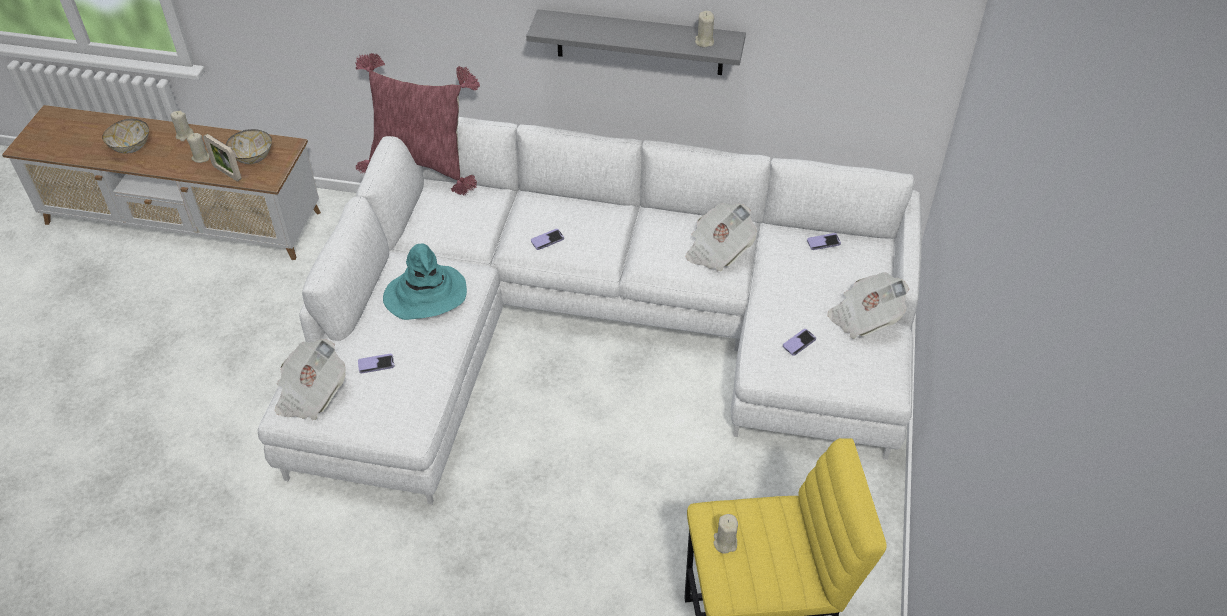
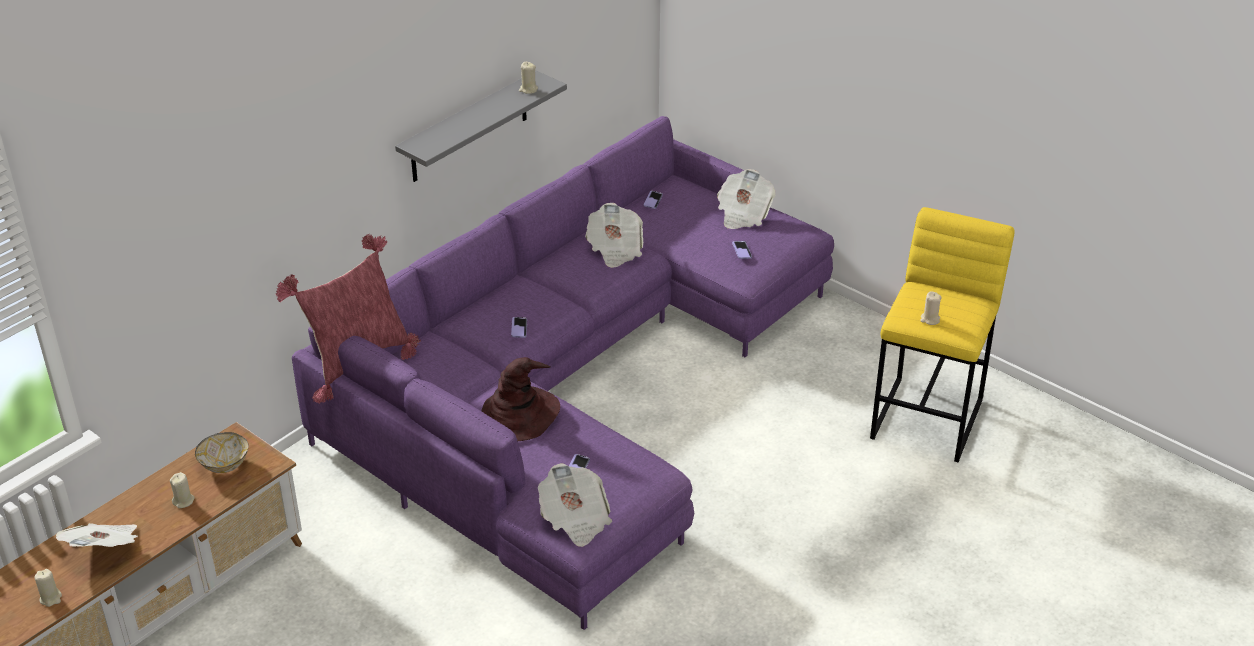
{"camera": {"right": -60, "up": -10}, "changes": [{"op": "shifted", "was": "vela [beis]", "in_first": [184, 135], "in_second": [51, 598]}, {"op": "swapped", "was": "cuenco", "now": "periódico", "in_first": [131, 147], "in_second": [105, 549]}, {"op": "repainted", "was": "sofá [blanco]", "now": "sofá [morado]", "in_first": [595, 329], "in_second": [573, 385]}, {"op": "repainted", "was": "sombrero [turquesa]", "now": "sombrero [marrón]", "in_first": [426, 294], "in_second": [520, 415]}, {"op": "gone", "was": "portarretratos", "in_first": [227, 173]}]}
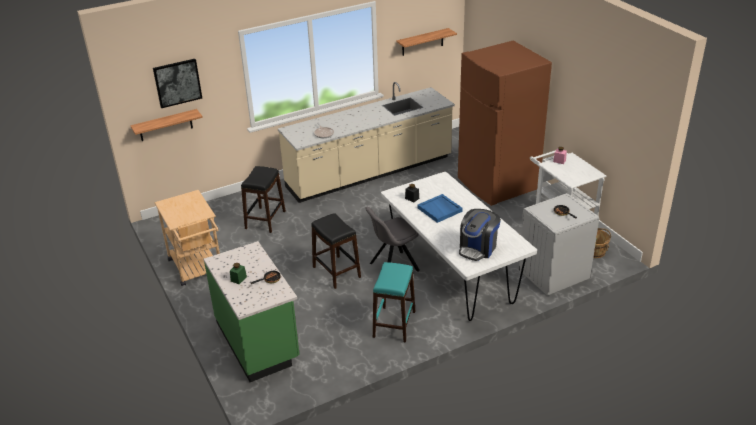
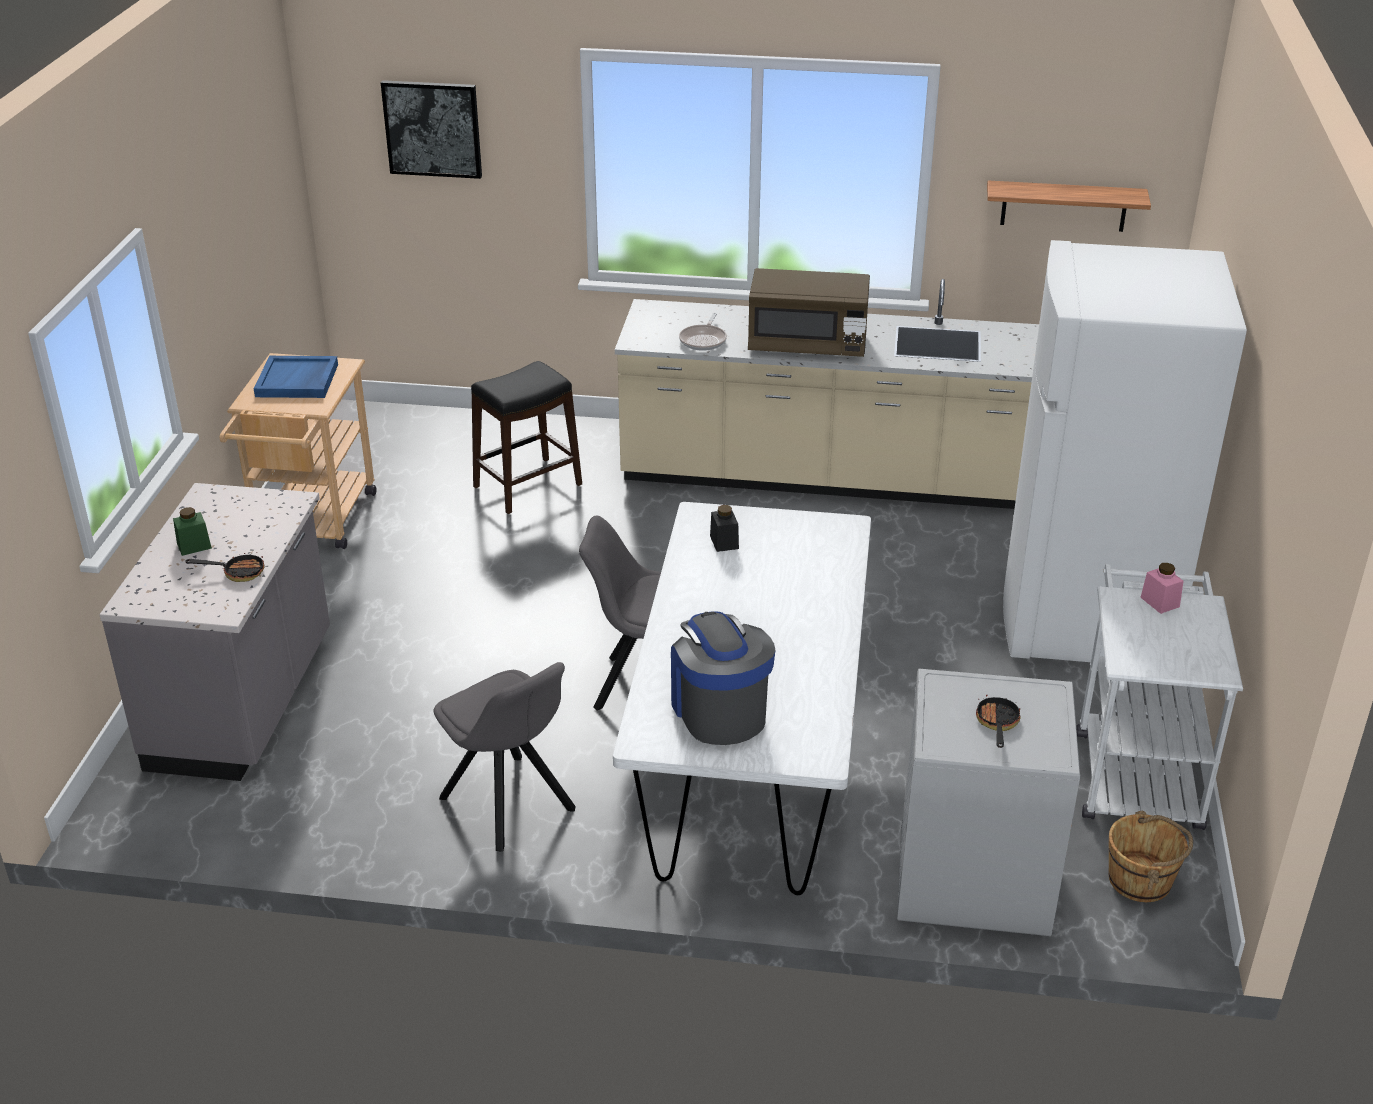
{"camera": {"right": 35, "up": 0}, "changes": [{"op": "repainted", "was": "mueble bajo de cocina [verde]", "now": "mueble bajo de cocina [gris]", "in_first": [258, 341], "in_second": [245, 704]}, {"op": "shifted", "was": "bandeja [azul]", "in_first": [440, 210], "in_second": [297, 381]}, {"op": "swapped", "was": "taburete [turquesa]", "now": "silla [gris]", "in_first": [394, 324], "in_second": [509, 803]}, {"op": "rotated", "was": "cafetera", "in_first": [478, 248], "in_second": [719, 710], "clockwise": 90}, {"op": "new", "now": "microondas [marrón]", "in_second": [807, 345]}, {"op": "repainted", "was": "nevera [marrón]", "now": "nevera [blanco]", "in_first": [497, 183], "in_second": [1084, 615]}, {"op": "gone", "was": "estante", "in_first": [165, 125]}, {"op": "gone", "was": "taburete [negro]", "in_first": [336, 272]}]}
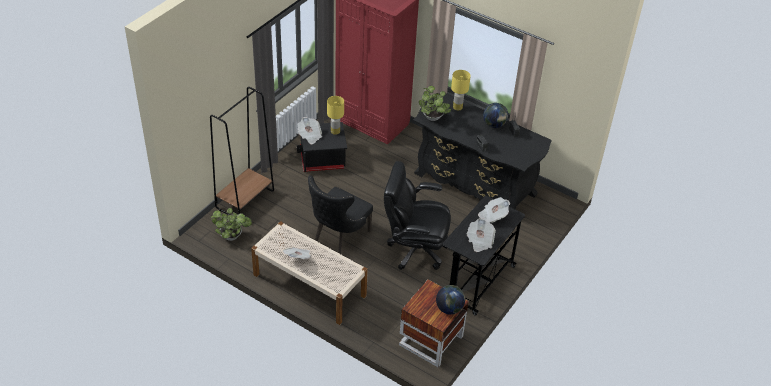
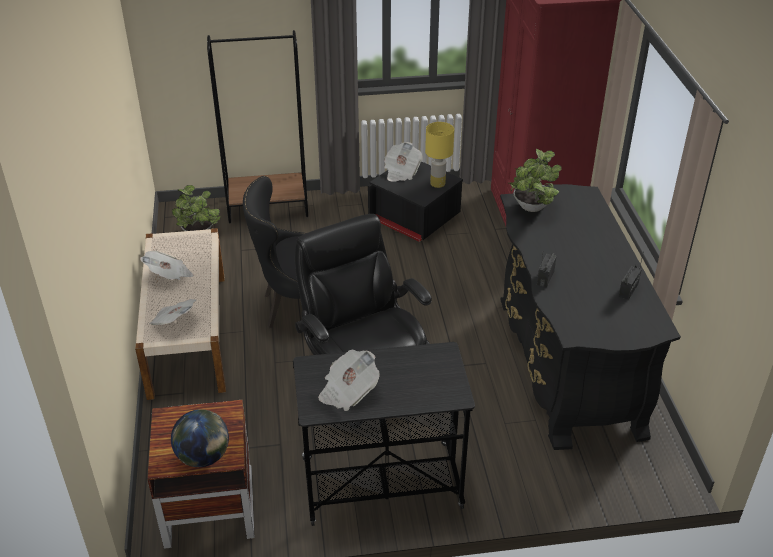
{"camera": {"right": 50, "up": -5}, "changes": [{"op": "shifted", "was": "periódico", "in_first": [493, 216], "in_second": [174, 322]}, {"op": "gone", "was": "lámpara de mesa [amarillo]", "in_first": [457, 107]}, {"op": "gone", "was": "globo terráqueo", "in_first": [494, 125]}]}
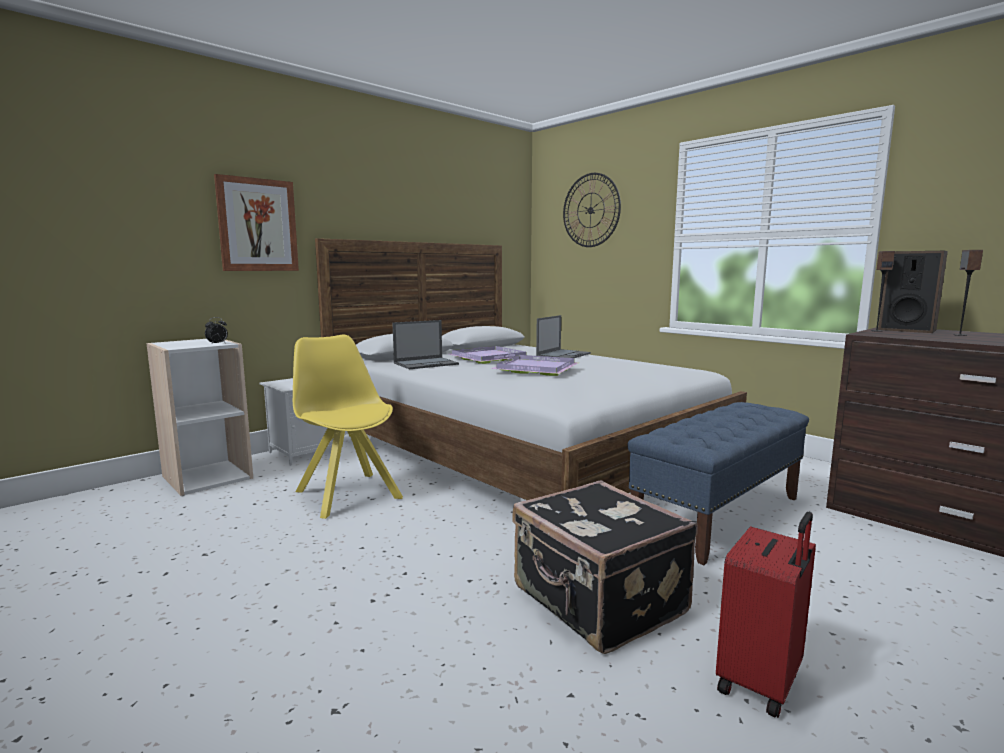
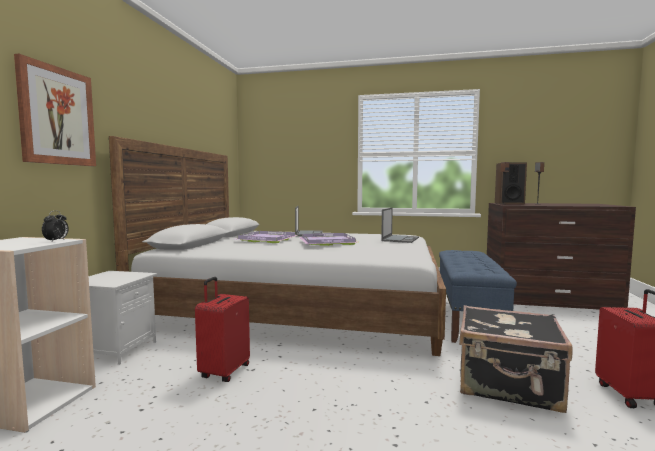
{"camera": {"right": -35, "up": -5}, "changes": [{"op": "swapped", "was": "silla [amarillo]", "now": "maleta [rojo]", "in_first": [348, 493], "in_second": [224, 372]}, {"op": "shifted", "was": "portátil", "in_first": [426, 364], "in_second": [400, 239]}, {"op": "gone", "was": "reloj de pared", "in_first": [590, 210]}]}
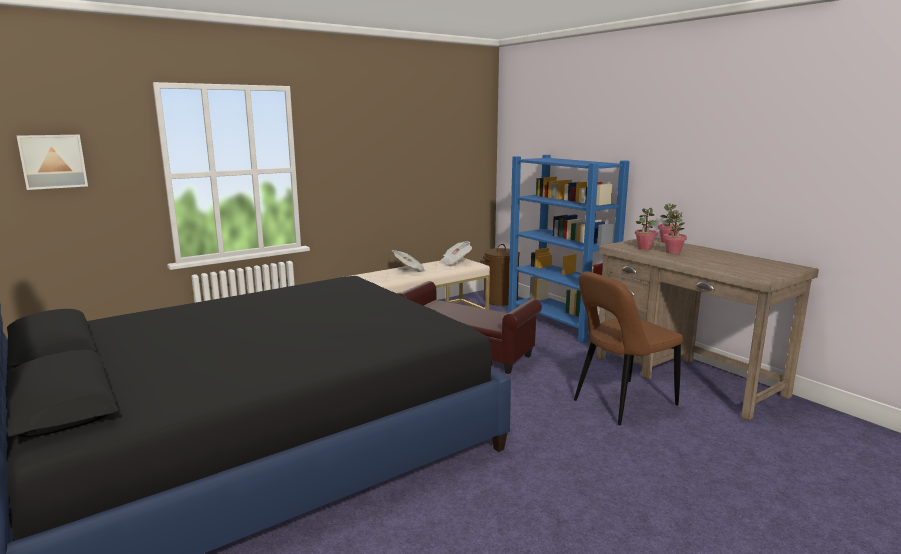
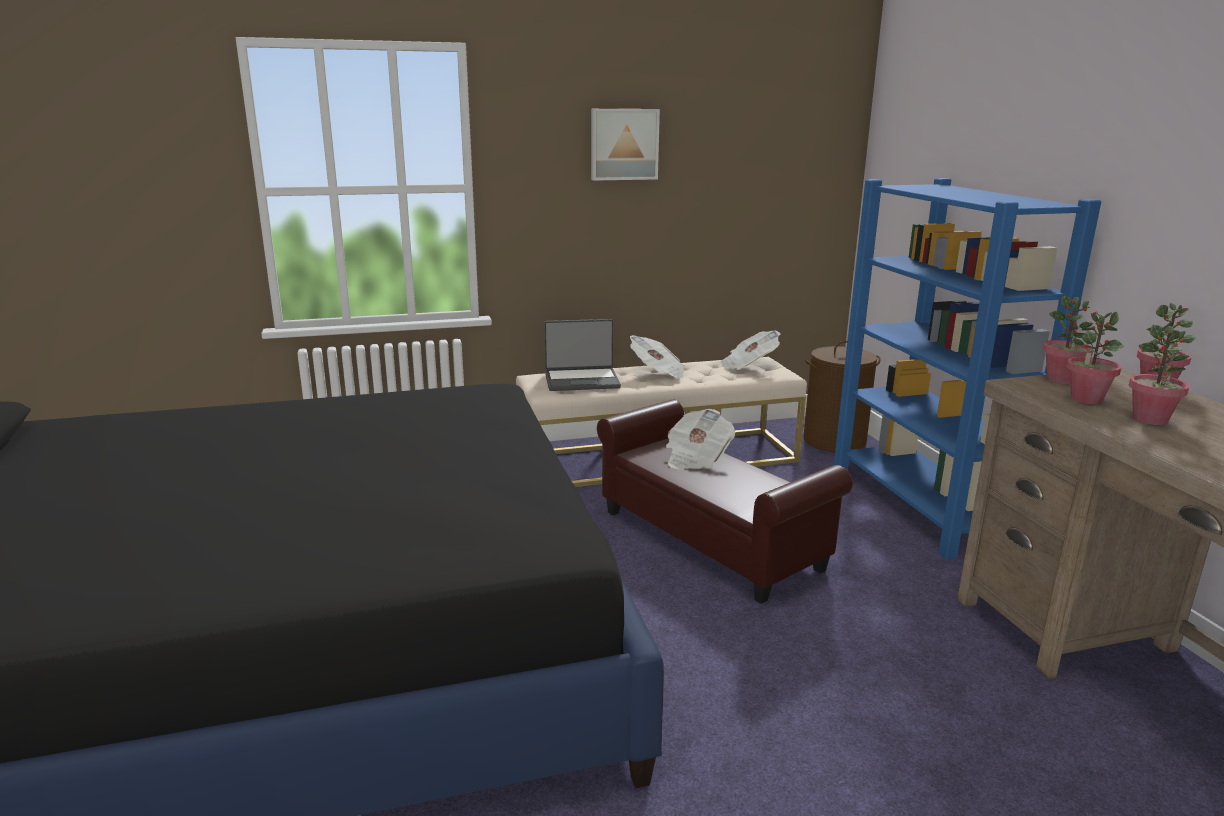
{"camera": {"right": 20, "up": 5}, "changes": [{"op": "new", "now": "portátil", "in_second": [582, 380]}, {"op": "shifted", "was": "cuadro", "in_first": [53, 161], "in_second": [624, 144]}, {"op": "new", "now": "periódico", "in_second": [696, 458]}, {"op": "new", "now": "planta en maceta", "in_second": [1061, 380]}, {"op": "gone", "was": "silla [marrón]", "in_first": [621, 404]}]}
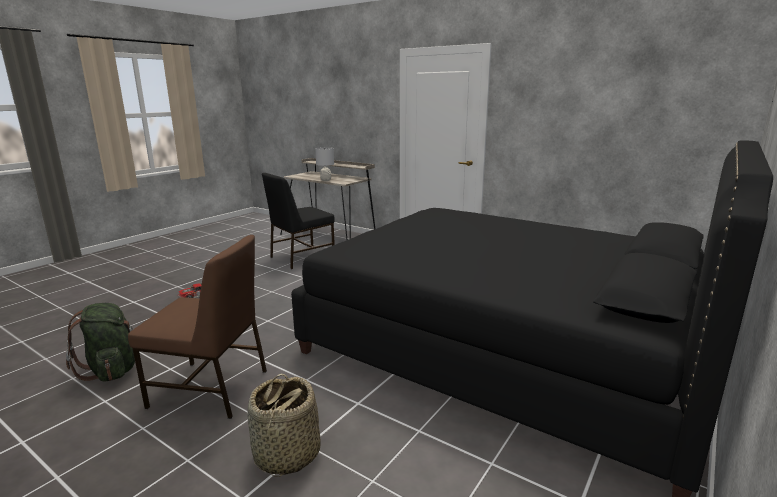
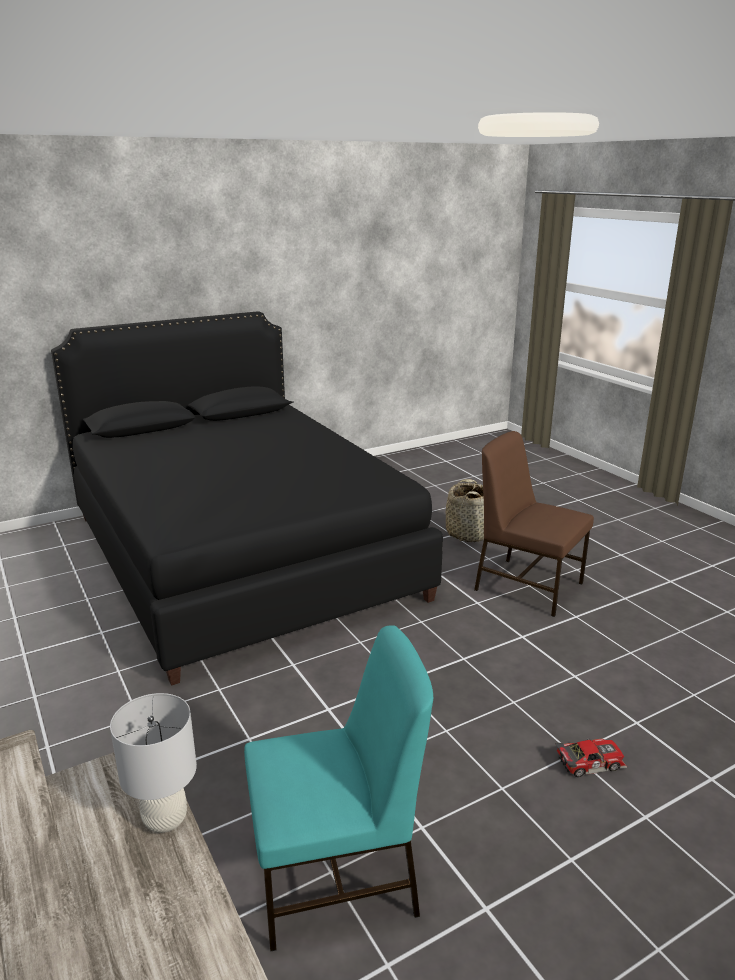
{"camera": {"right": -155, "up": 5}, "changes": [{"op": "repainted", "was": "silla [negro]", "now": "silla [turquesa]", "in_first": [301, 257], "in_second": [337, 876]}, {"op": "gone", "was": "mochila [verde]", "in_first": [113, 370]}]}
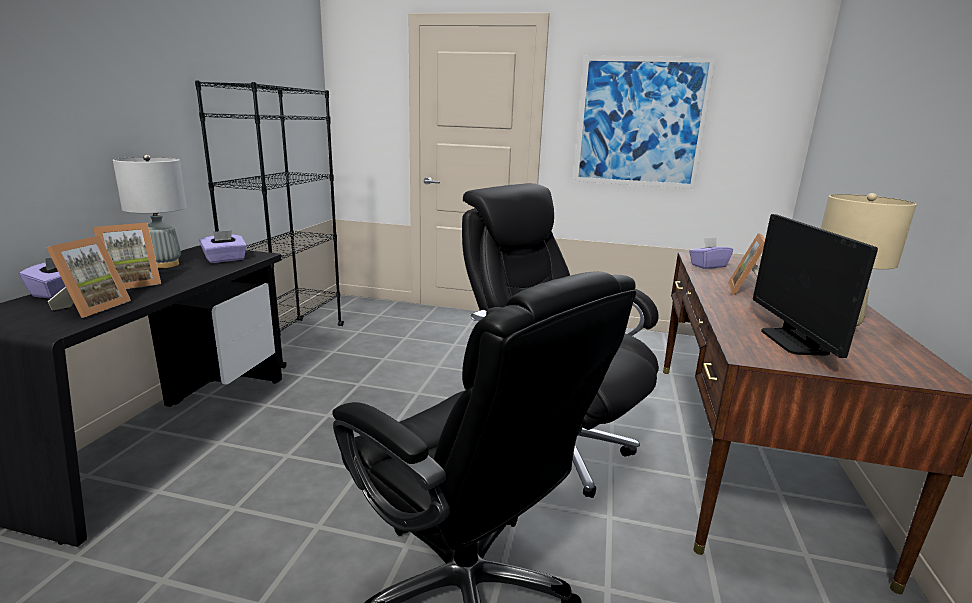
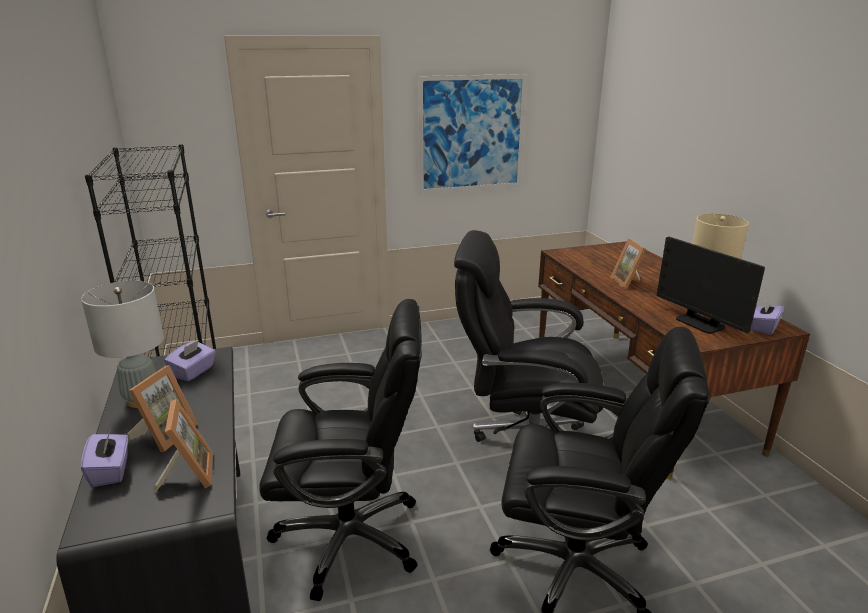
{"camera": {"right": -30, "up": 5}, "changes": [{"op": "new", "now": "silla de oficina [negro]", "in_second": [349, 537]}, {"op": "shifted", "was": "caja de pañuelos [morado]", "in_first": [708, 266], "in_second": [763, 328]}]}
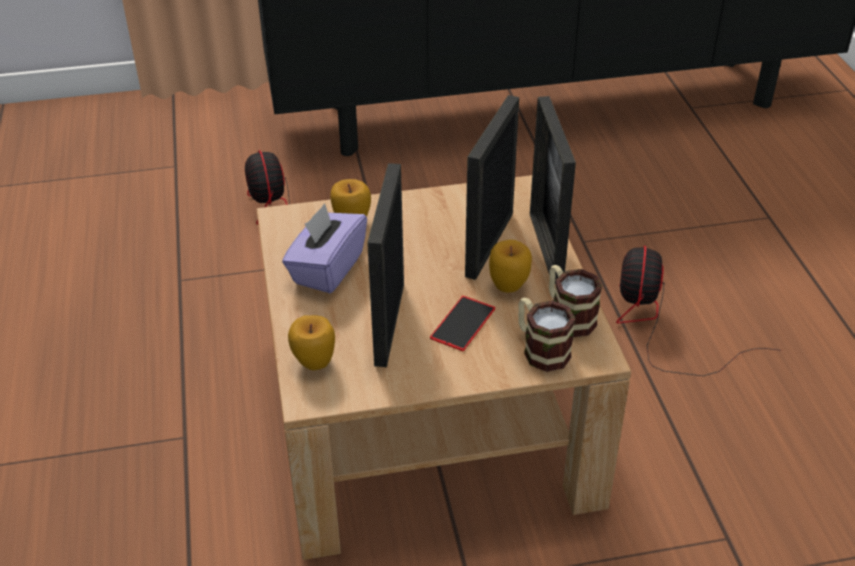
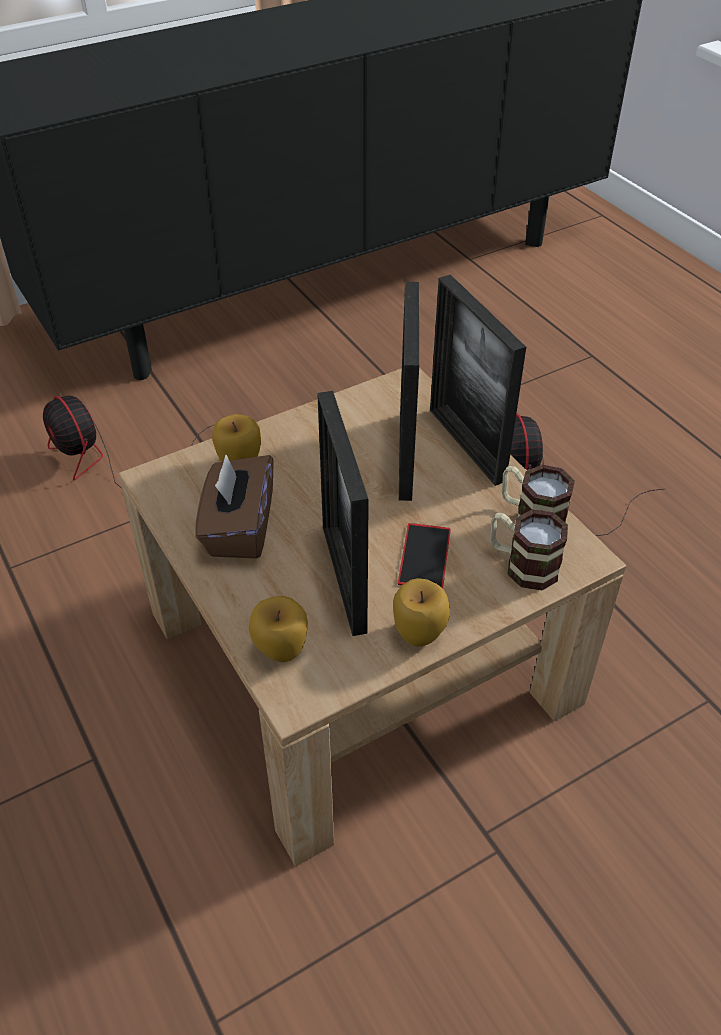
{"camera": {"right": -20, "up": 5}, "changes": [{"op": "repainted", "was": "caja de pañuelos [morado]", "now": "caja de pañuelos [marrón]", "in_first": [327, 269], "in_second": [239, 528]}, {"op": "shifted", "was": "manzana", "in_first": [509, 285], "in_second": [419, 634]}]}
